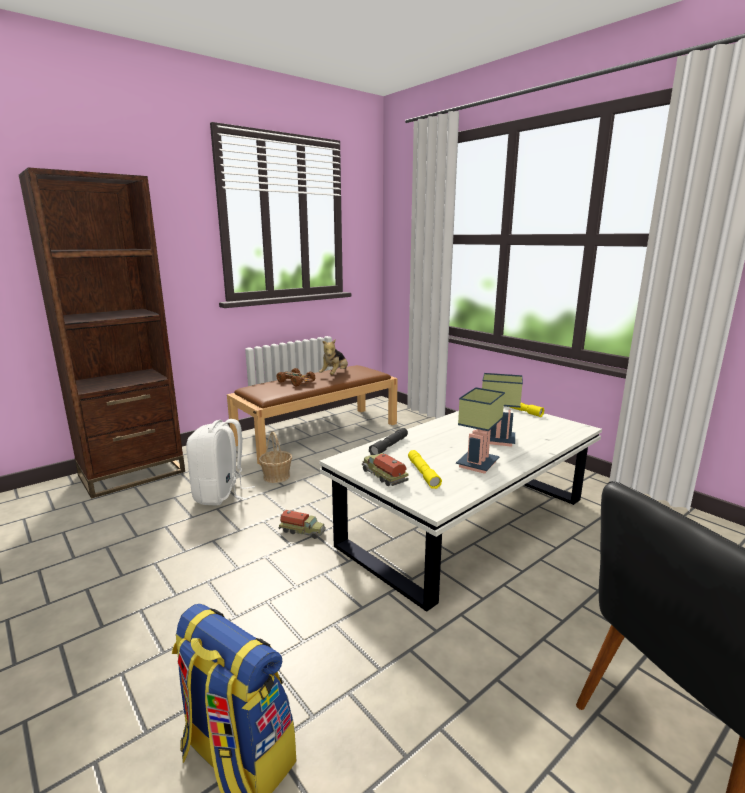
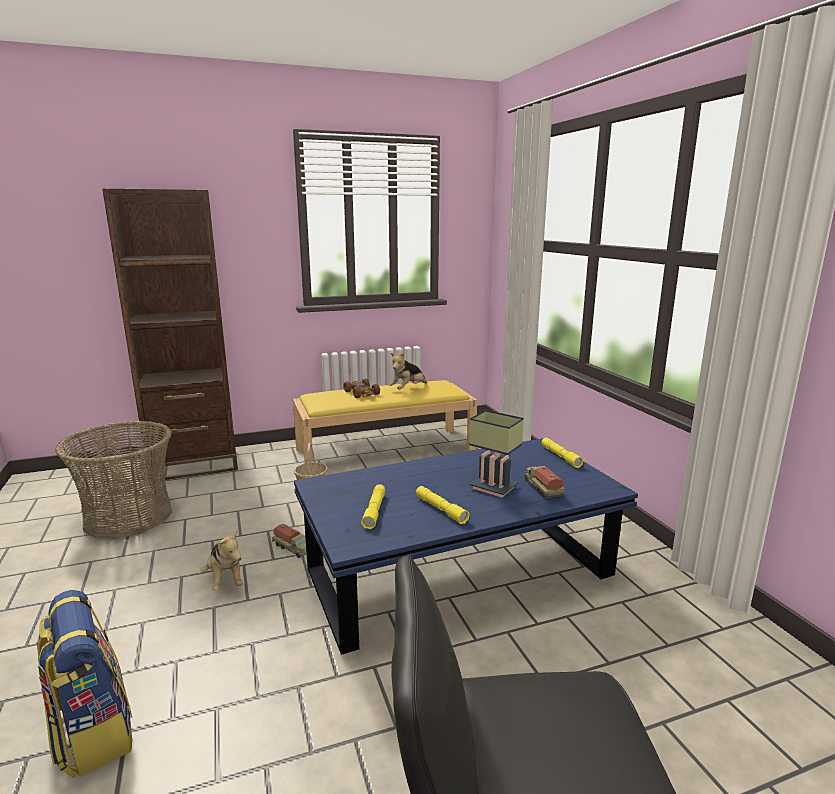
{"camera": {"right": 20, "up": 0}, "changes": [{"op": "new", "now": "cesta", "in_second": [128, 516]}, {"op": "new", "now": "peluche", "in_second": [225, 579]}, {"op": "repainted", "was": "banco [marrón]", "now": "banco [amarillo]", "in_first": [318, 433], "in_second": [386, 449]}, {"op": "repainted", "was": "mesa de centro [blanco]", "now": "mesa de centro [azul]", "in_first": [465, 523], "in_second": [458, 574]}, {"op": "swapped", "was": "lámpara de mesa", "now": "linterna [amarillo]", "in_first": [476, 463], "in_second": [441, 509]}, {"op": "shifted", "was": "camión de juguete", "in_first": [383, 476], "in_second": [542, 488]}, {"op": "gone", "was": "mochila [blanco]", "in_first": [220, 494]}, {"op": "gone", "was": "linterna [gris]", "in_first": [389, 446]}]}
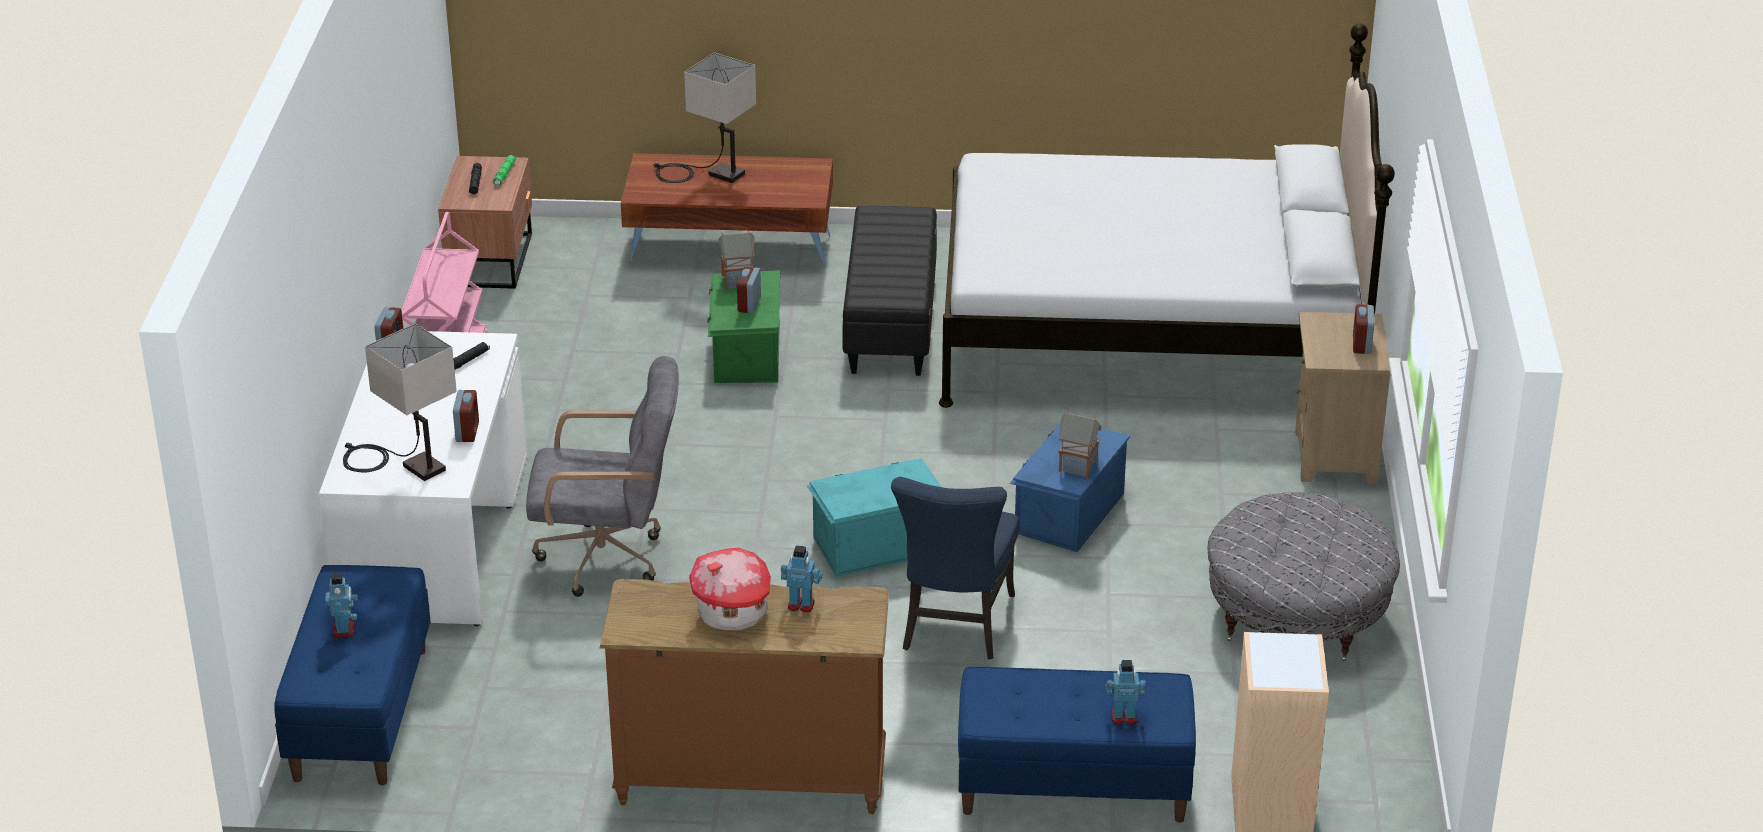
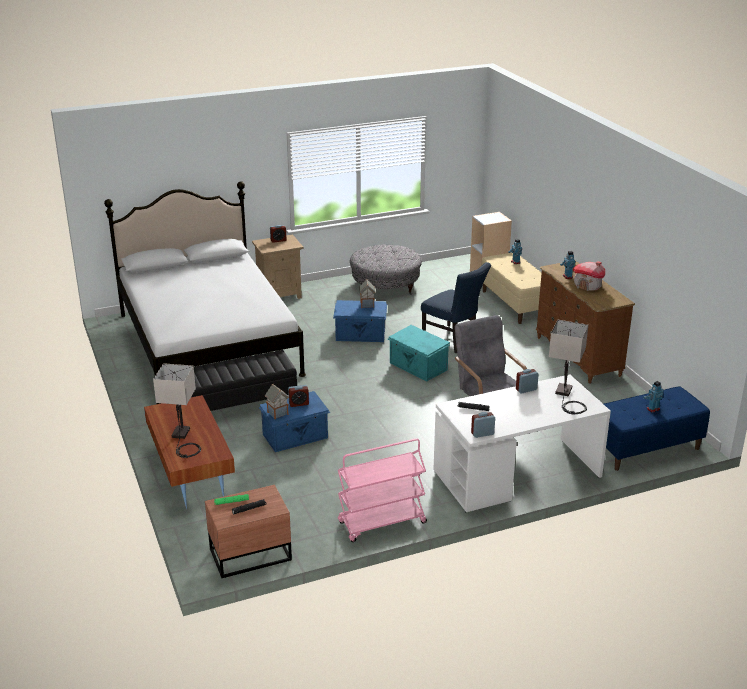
{"camera": {"right": -115, "up": -5}, "changes": [{"op": "repainted", "was": "caja de almacenaje [verde]", "now": "caja de almacenaje [azul]", "in_first": [745, 354], "in_second": [296, 436]}, {"op": "rotated", "was": "silla [azul]", "in_first": [954, 626], "in_second": [453, 340], "clockwise": 60}, {"op": "repainted", "was": "banco [azul]", "now": "banco [beis]", "in_first": [1072, 787], "in_second": [515, 304]}]}
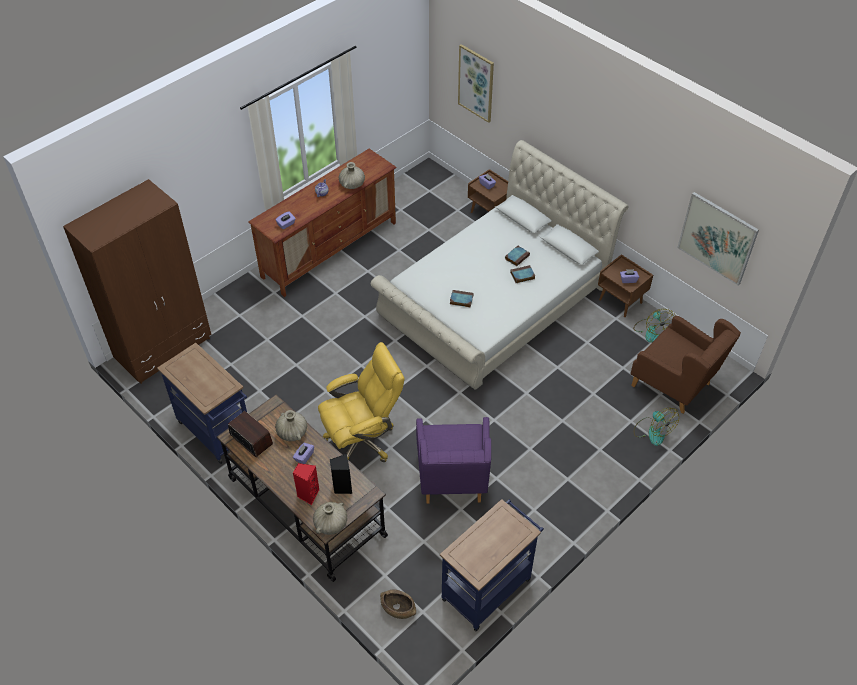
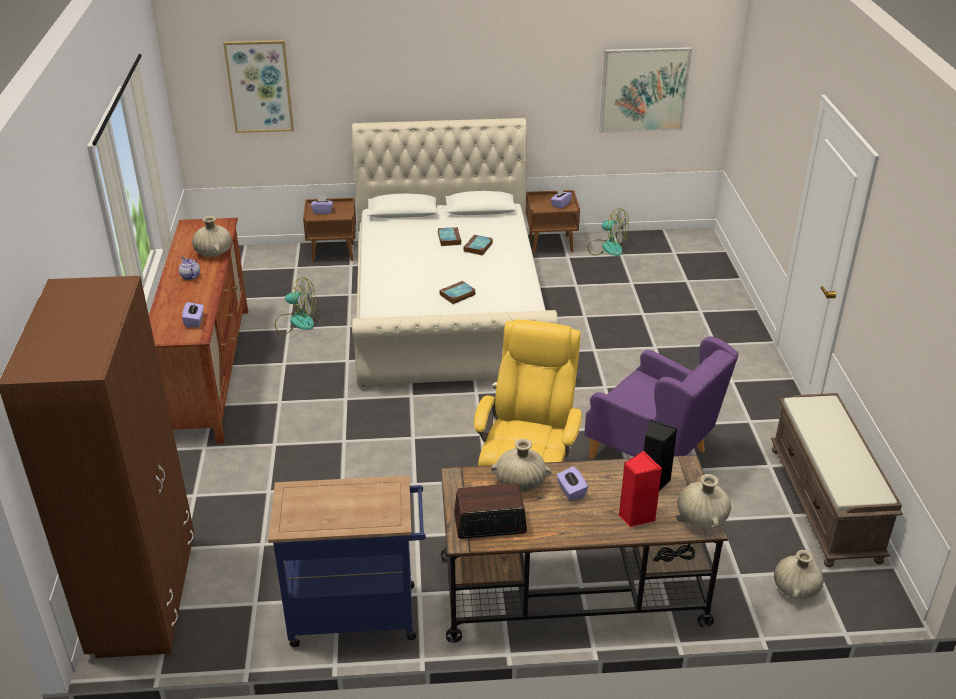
{"camera": {"right": -50, "up": -15}, "changes": [{"op": "shifted", "was": "ventilador", "in_first": [652, 431], "in_second": [296, 321]}, {"op": "swapped", "was": "carrito [azul]", "now": "banco [marrón]", "in_first": [488, 588], "in_second": [825, 504]}, {"op": "swapped", "was": "cuenco [marrón]", "now": "florero [beis]", "in_first": [398, 608], "in_second": [795, 588]}, {"op": "gone", "was": "sillón [marrón]", "in_first": [675, 385]}]}
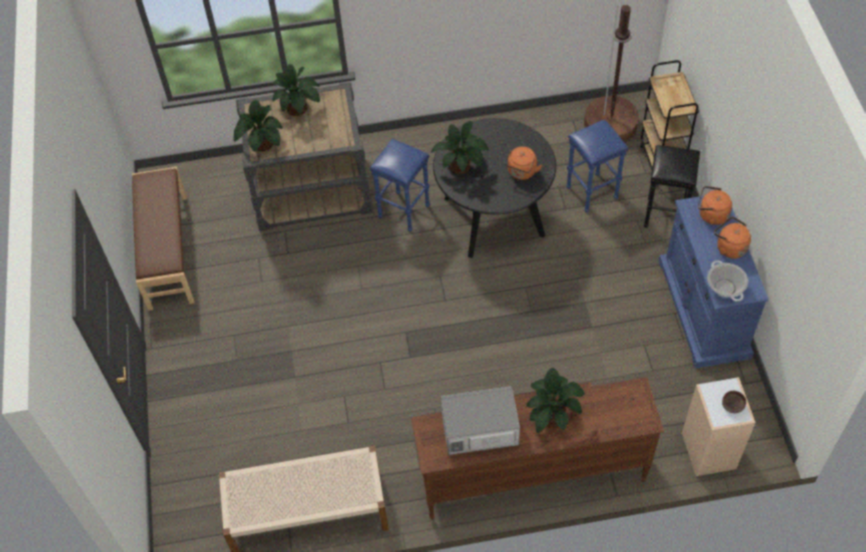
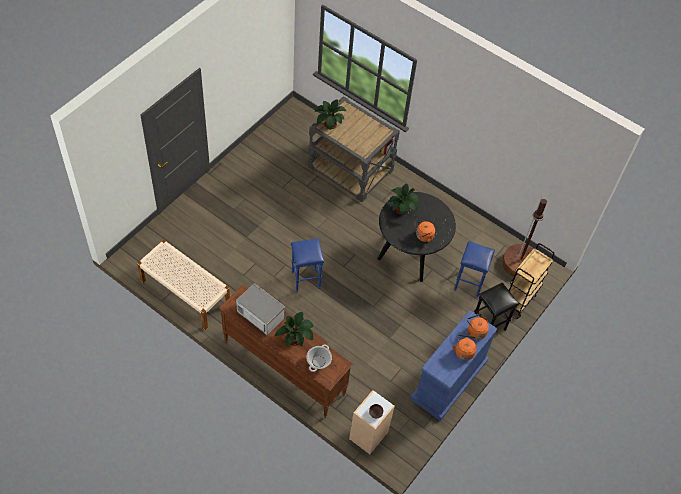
{"camera": {"right": 40, "up": 0}, "changes": [{"op": "shifted", "was": "taburete [azul]", "in_first": [402, 211], "in_second": [305, 279]}, {"op": "shifted", "was": "olla", "in_first": [725, 288], "in_second": [318, 361]}, {"op": "gone", "was": "banco [marrón]", "in_first": [167, 252]}, {"op": "gone", "was": "planta en maceta", "in_first": [298, 109]}]}
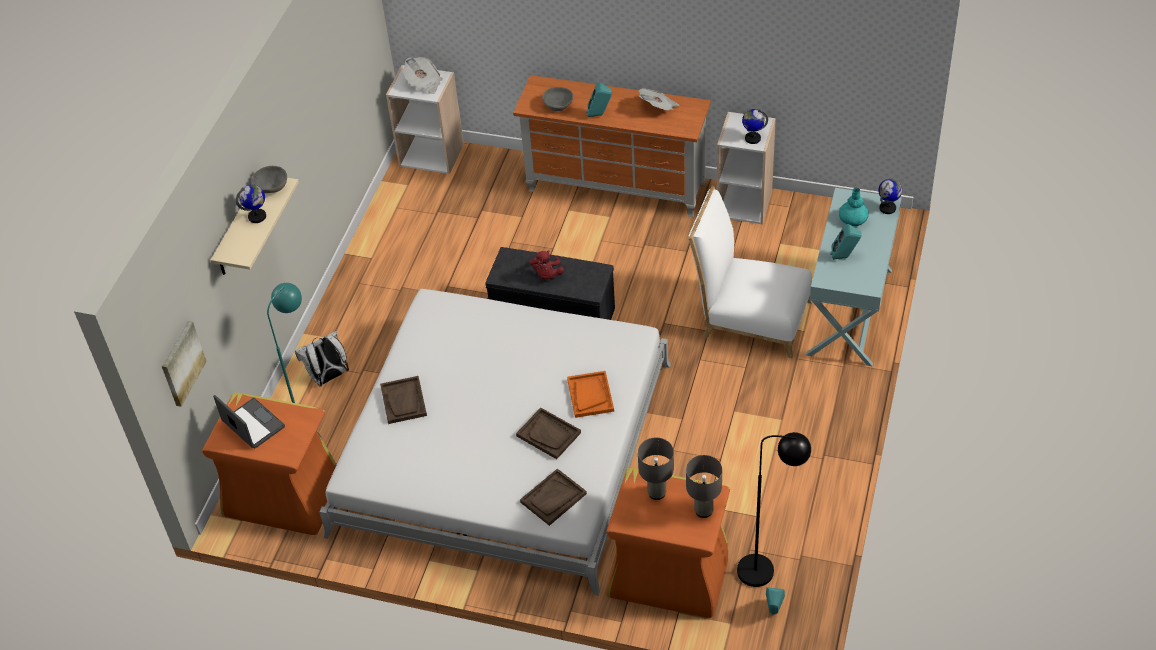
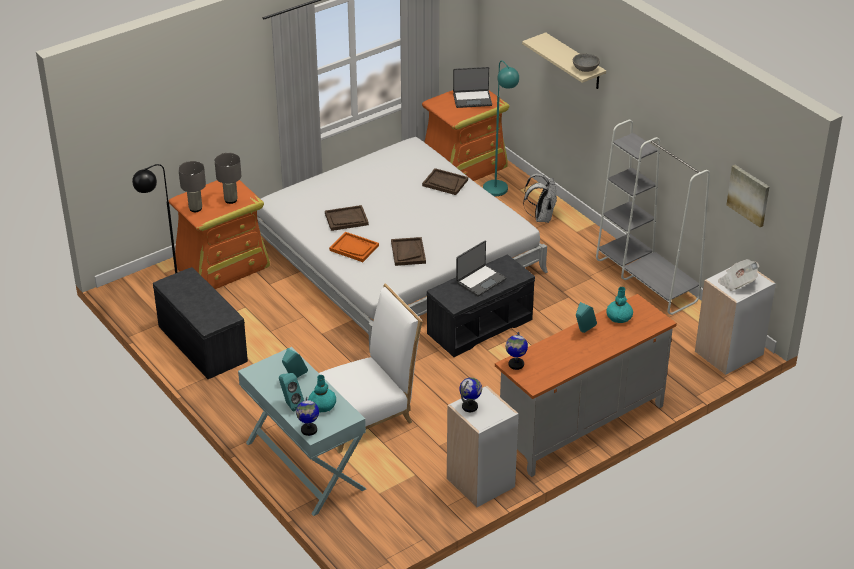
{"camera": {"right": 125, "up": -10}, "changes": [{"op": "new", "now": "banco [gris]", "in_second": [201, 343]}, {"op": "shifted", "was": "altavoz [turquesa]", "in_first": [773, 612], "in_second": [290, 405]}, {"op": "shifted", "was": "bandeja [marrón]", "in_first": [553, 498], "in_second": [408, 252]}, {"op": "swapped", "was": "peluche [rojo]", "now": "portátil", "in_first": [547, 275], "in_second": [480, 281]}, {"op": "shifted", "was": "globo terráqueo", "in_first": [257, 217], "in_second": [516, 364]}, {"op": "new", "now": "perchero [gris]", "in_second": [647, 282]}, {"op": "swapped", "was": "cuenco [gris]", "now": "florero [turquesa]", "in_first": [558, 106], "in_second": [619, 317]}, {"op": "shifted", "was": "cuadro", "in_first": [182, 363], "in_second": [749, 195]}, {"op": "gone", "was": "periódico", "in_first": [659, 108]}]}
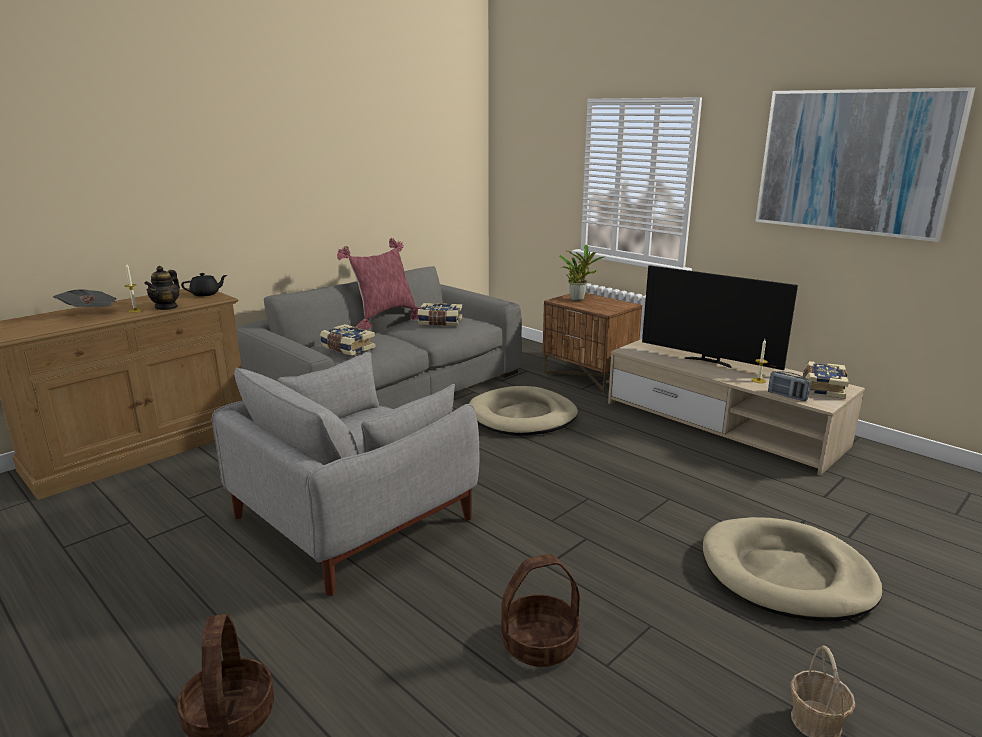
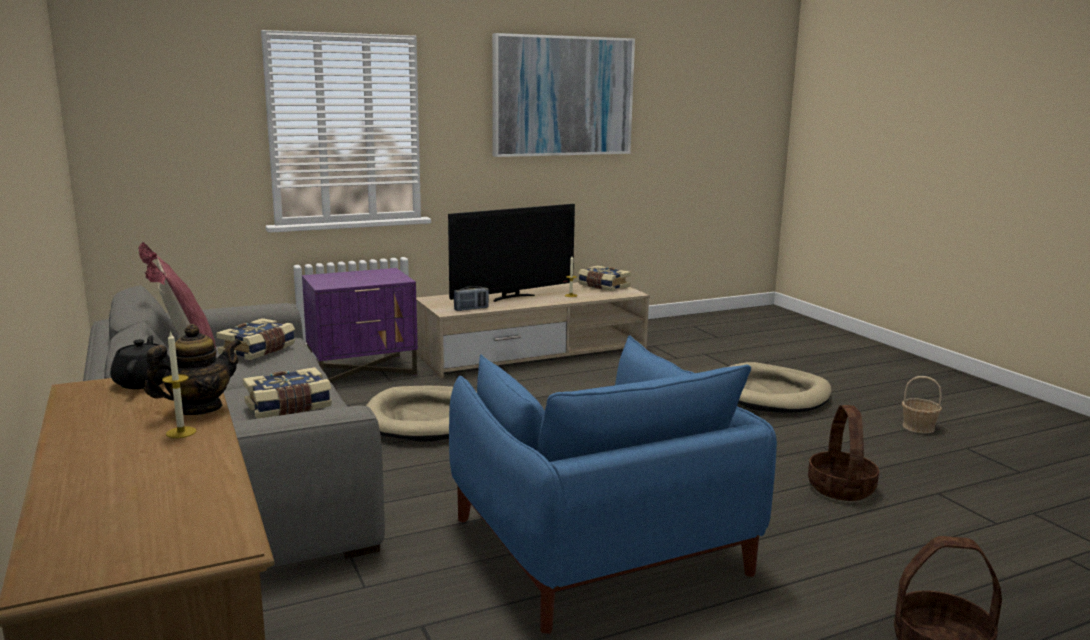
{"camera": {"right": -70, "up": -5}, "changes": [{"op": "rotated", "was": "tetera", "in_first": [166, 307], "in_second": [198, 409], "clockwise": -75}, {"op": "repainted", "was": "mesita de noche [marrón]", "now": "mesita de noche [morado]", "in_first": [589, 377], "in_second": [363, 371]}, {"op": "repainted", "was": "sillón [gris]", "now": "sillón [azul]", "in_first": [353, 517], "in_second": [597, 546]}, {"op": "shifted", "was": "radio", "in_first": [787, 396], "in_second": [471, 309]}, {"op": "gone", "was": "periódico", "in_first": [91, 314]}, {"op": "gone", "was": "planta en maceta", "in_first": [578, 299]}]}
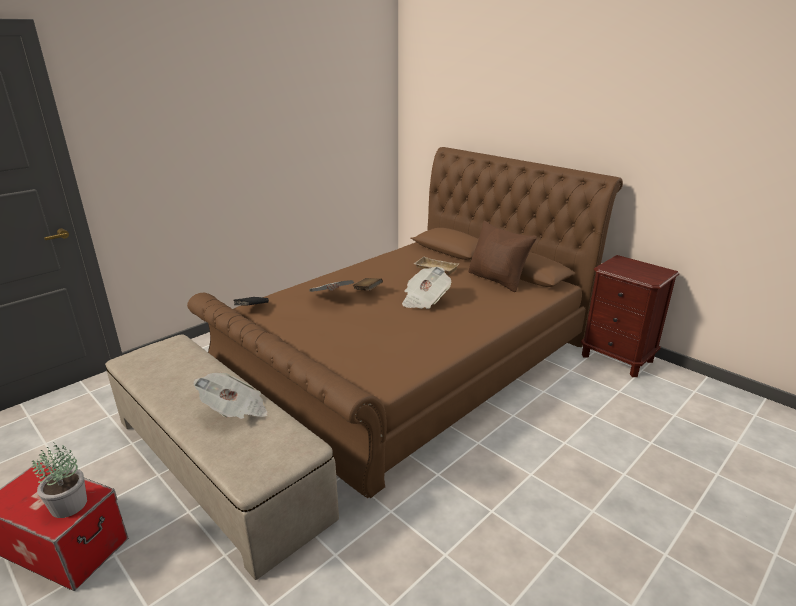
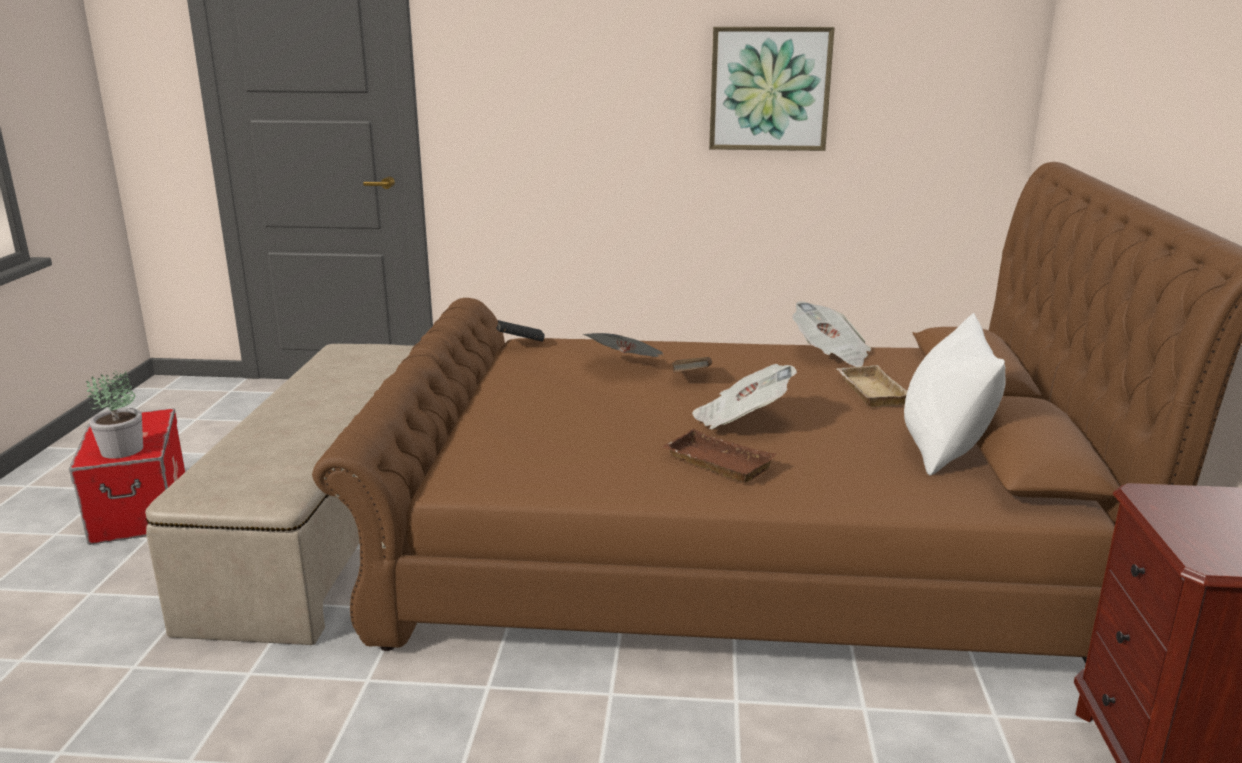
{"camera": {"right": 50, "up": -5}, "changes": [{"op": "new", "now": "bandeja [marrón]", "in_second": [715, 463]}, {"op": "new", "now": "cuadro", "in_second": [769, 89]}, {"op": "shifted", "was": "periódico", "in_first": [235, 411], "in_second": [830, 355]}, {"op": "repainted", "was": "cojín [marrón]", "now": "cojín [blanco]", "in_first": [497, 280], "in_second": [944, 447]}]}
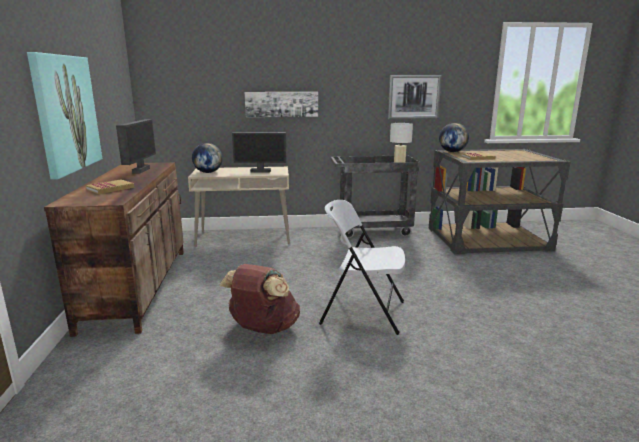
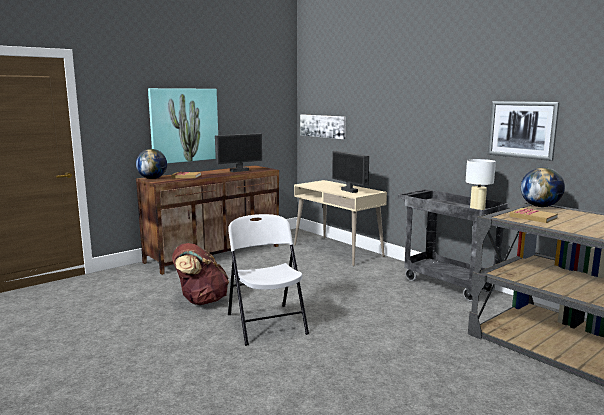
{"camera": {"right": 55, "up": -5}, "changes": [{"op": "shifted", "was": "globo terráqueo", "in_first": [208, 172], "in_second": [152, 178]}, {"op": "shifted", "was": "cuadro", "in_first": [281, 104], "in_second": [323, 126]}]}
